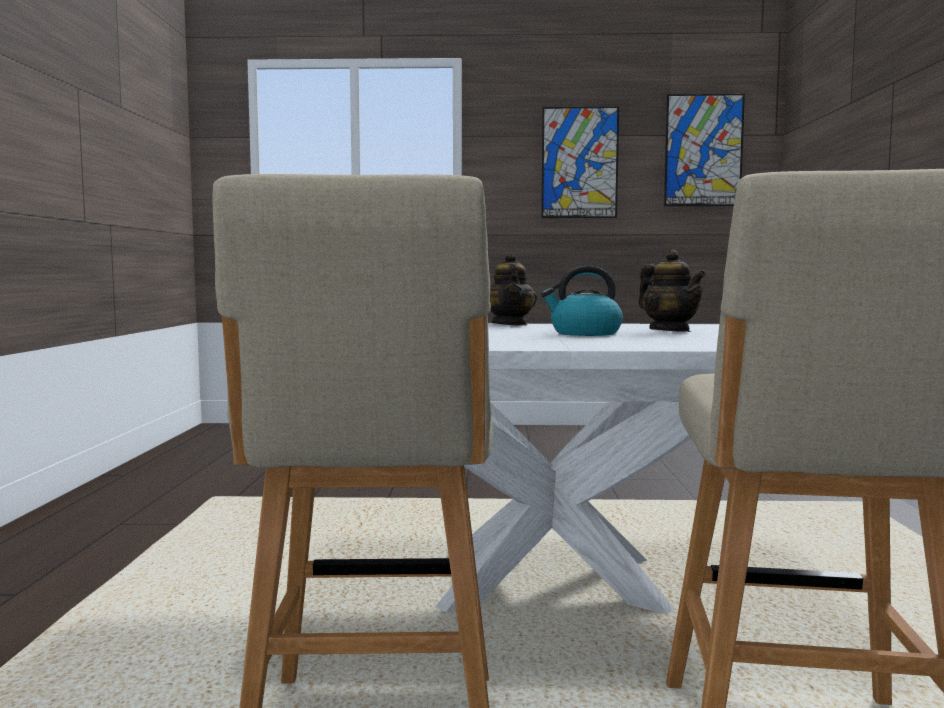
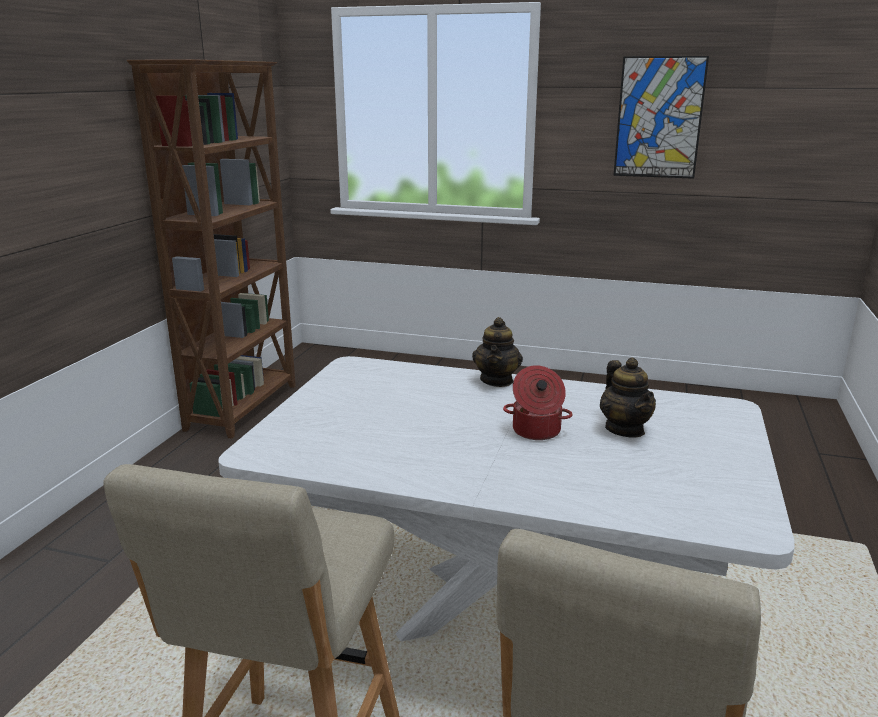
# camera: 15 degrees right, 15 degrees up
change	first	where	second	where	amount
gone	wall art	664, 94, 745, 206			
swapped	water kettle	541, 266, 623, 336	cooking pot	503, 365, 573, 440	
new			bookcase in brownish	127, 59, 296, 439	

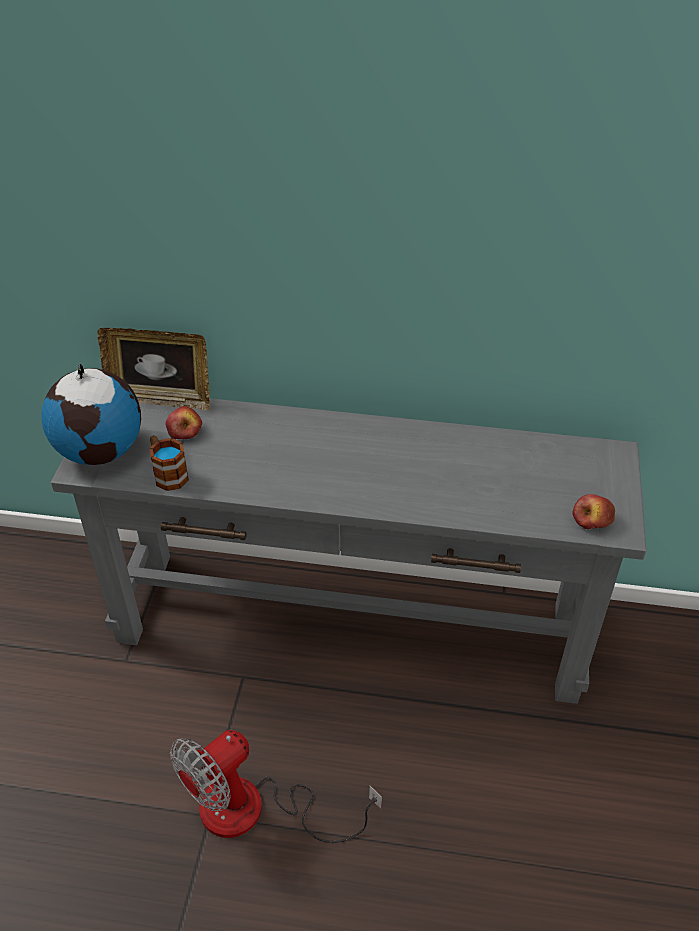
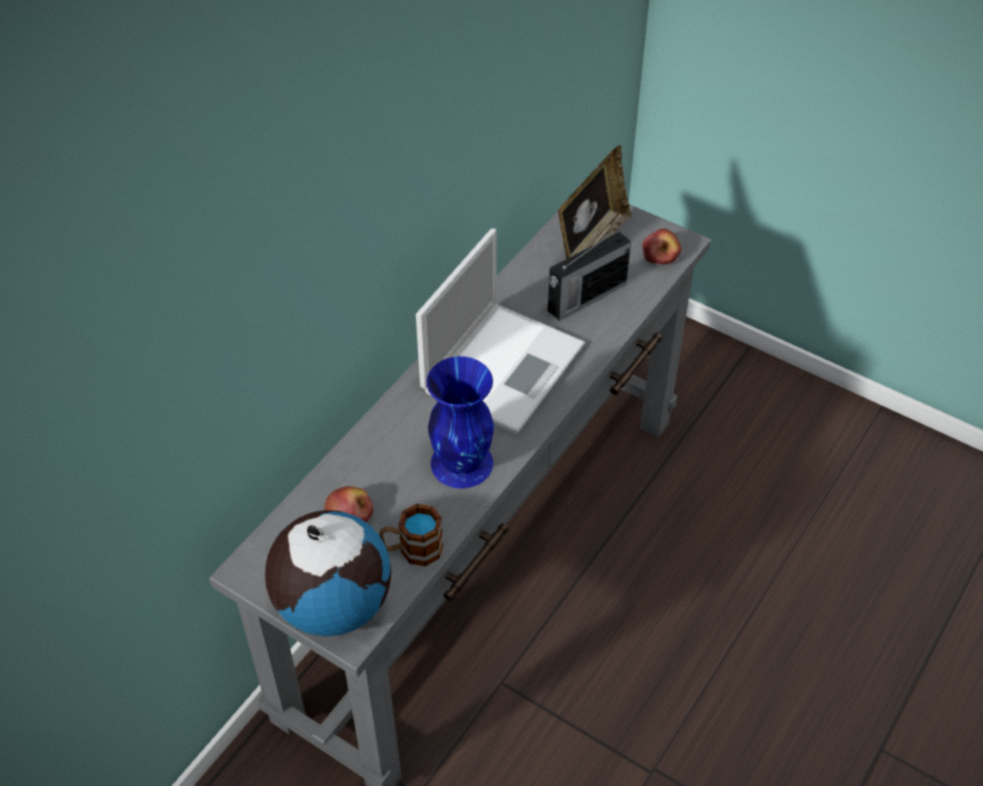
# camera: 65 degrees left, 5 degrees up
change	first	where	second	where	amount
shifted	photo frame	97, 328, 210, 411		558, 145, 632, 259	
gone	fan	170, 730, 382, 843			
new			portable computer	416, 228, 585, 435	
new			radio set	548, 229, 631, 321	
new			flower vase in blue	426, 356, 494, 489	

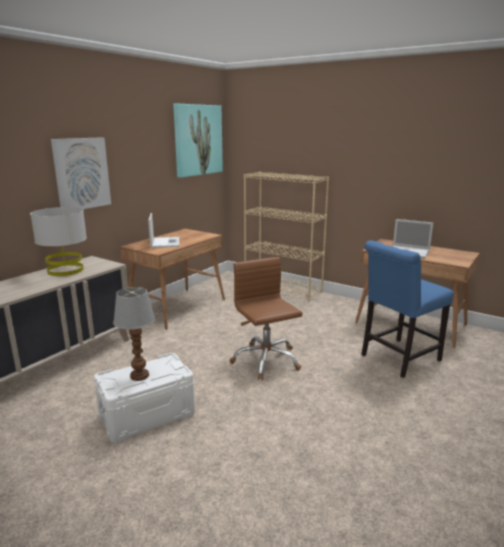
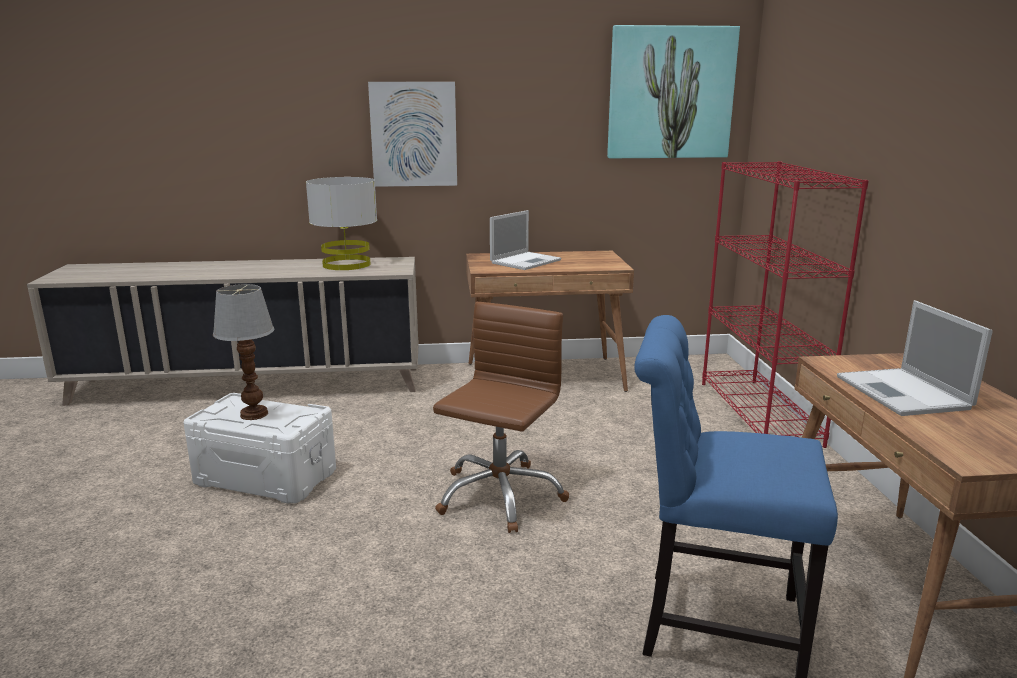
# camera: 50 degrees right, 0 degrees up
change	first	where	second	where	amount
repainted	bookcase in beige-coloured	244, 172, 329, 302	bookcase in red	702, 161, 869, 448	

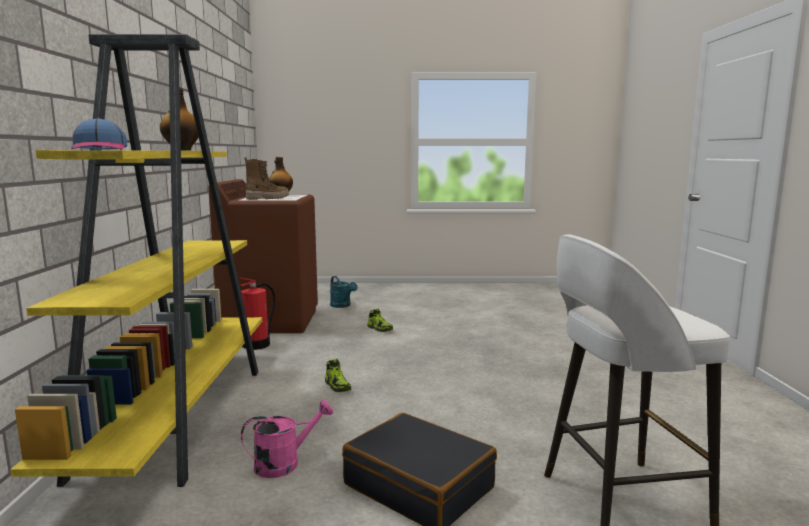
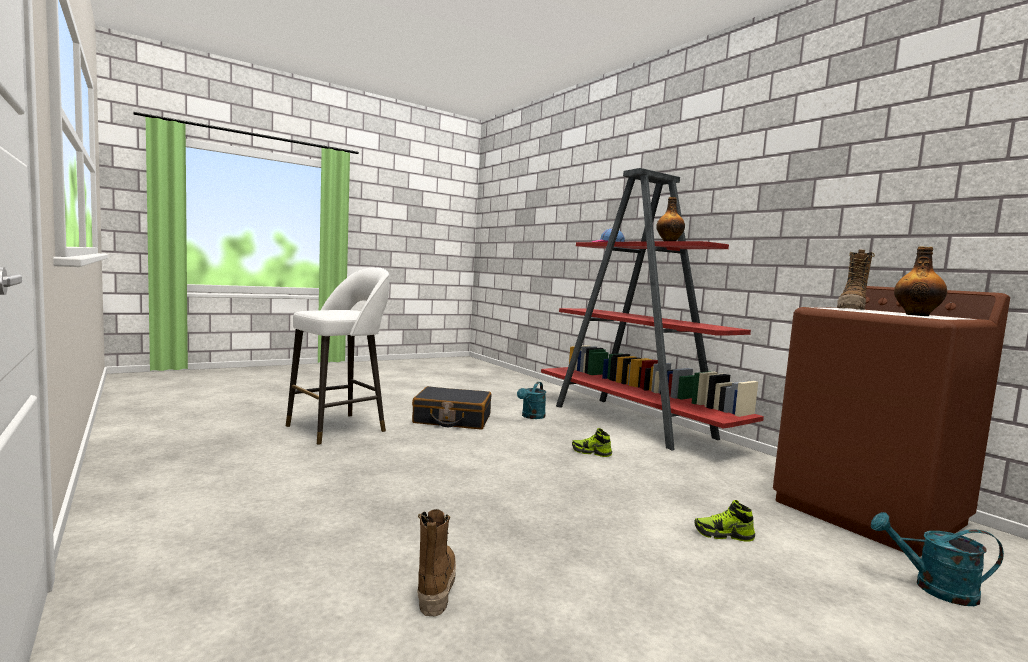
# camera: 145 degrees right, 5 degrees down
change	first	where	second	where	amount
repainted	bookcase in yellow-coloured	10, 34, 262, 487	bookcase in red	541, 168, 764, 451	
gone	extinguisher	240, 278, 275, 350			
repainted	sprinkling can in pink	241, 400, 333, 478	sprinkling can in turquoise	517, 382, 546, 419	
new			tall boot	417, 509, 456, 616	

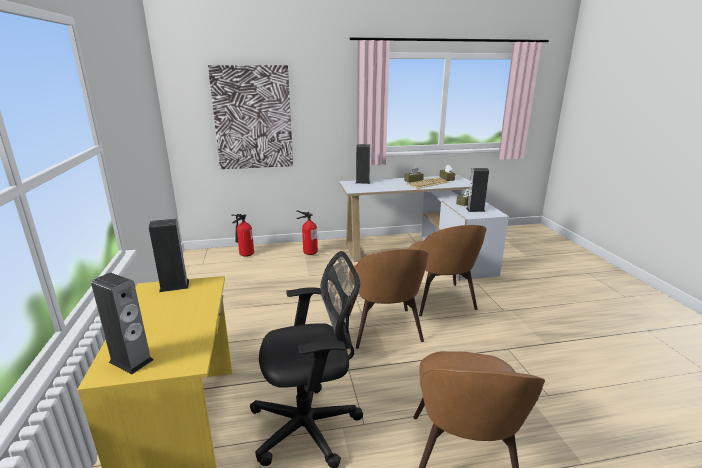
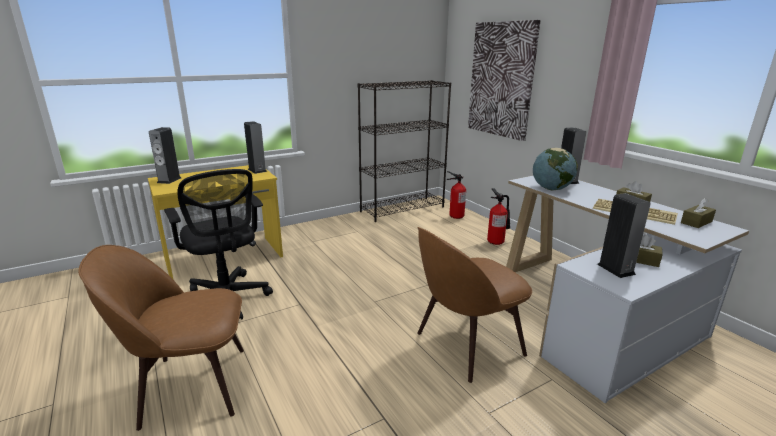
# camera: 70 degrees right, 0 degrees up
change	first	where	second	where	amount
gone	plain chair in brownish	349, 249, 428, 349			
new			bookcase in black	358, 80, 451, 222	
new			world globe	533, 148, 578, 190	

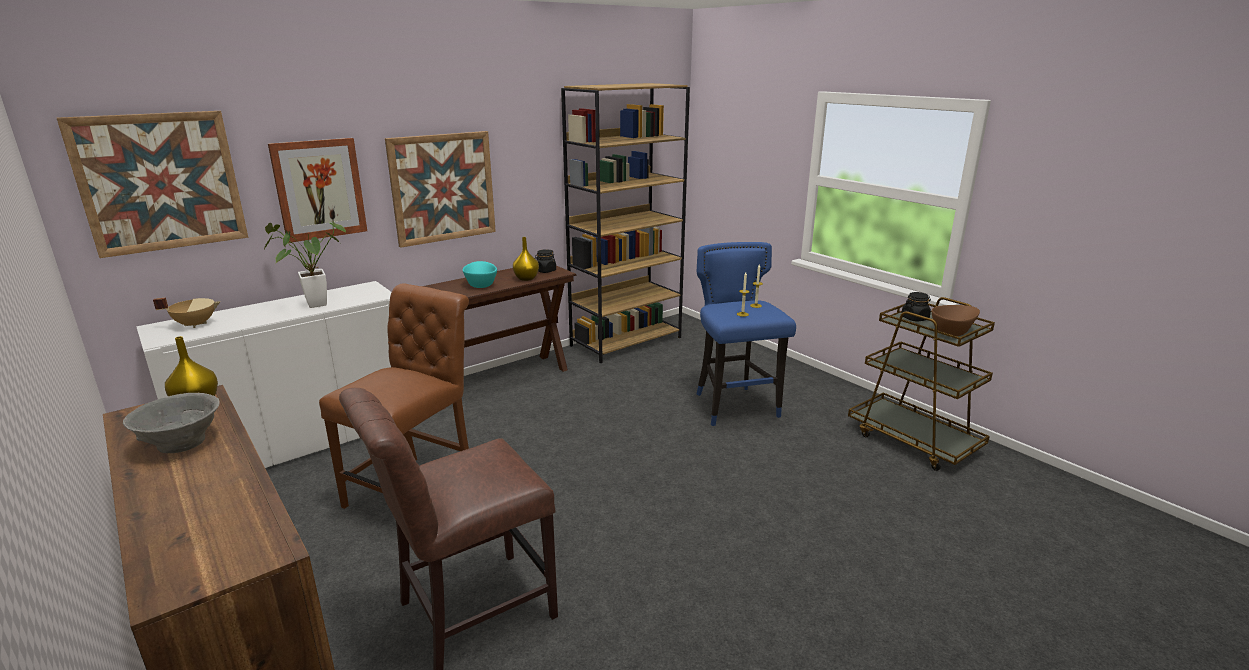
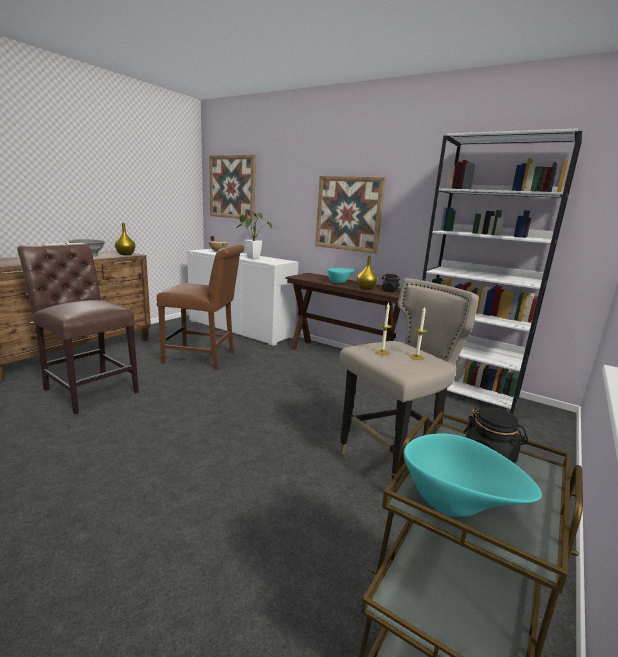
# camera: 70 degrees right, 5 degrees down
change	first	where	second	where	amount
repainted	bookcase in brownish	561, 83, 690, 363	bookcase in whitish	422, 128, 582, 414	
gone	wall art	268, 138, 367, 243			
repainted	stool in blue	696, 242, 796, 426	stool in beige-coloured	339, 278, 479, 490	
repainted	serving bowl in brownish	932, 305, 980, 336	serving bowl in turquoise	404, 433, 542, 517	

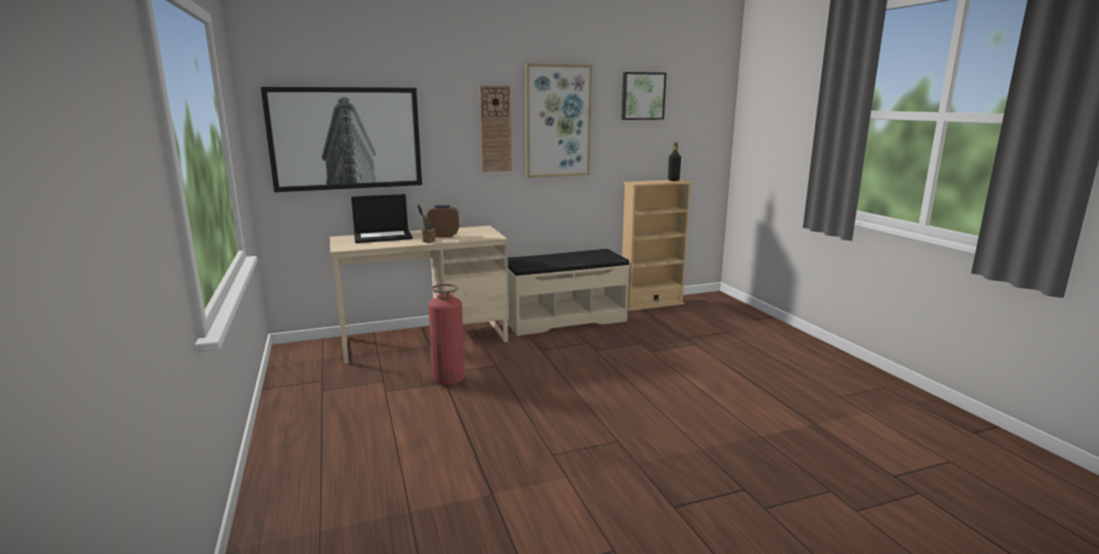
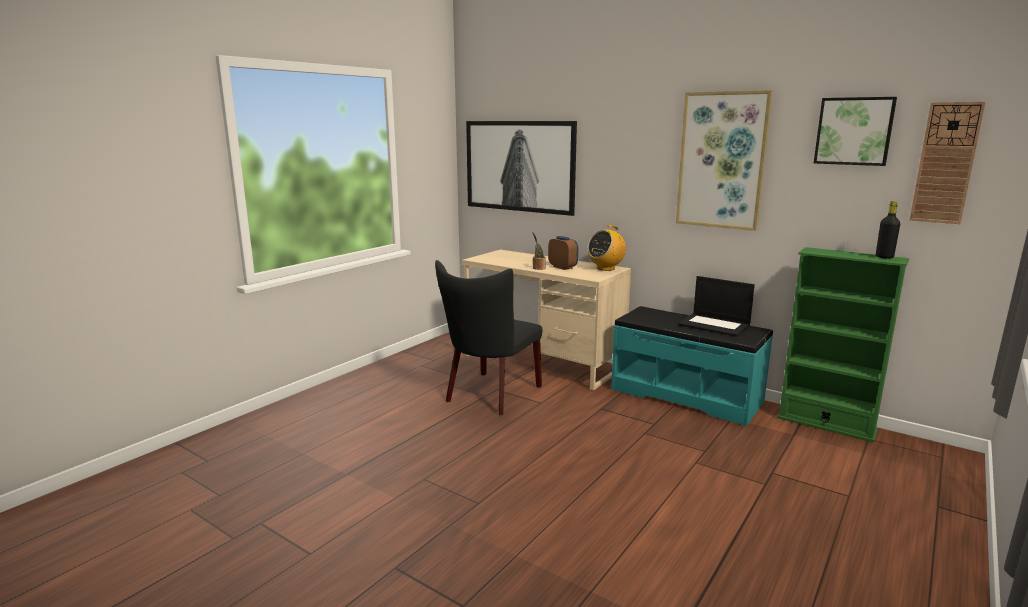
# camera: 55 degrees right, 0 degrees up
change	first	where	second	where	amount
shifted	wall clock	479, 86, 512, 172		910, 102, 986, 224	
repainted	bookcase in beige-coloured	622, 179, 692, 311	bookcase in greenish	777, 247, 909, 443	
shifted	portable computer	351, 194, 413, 243		678, 276, 755, 337	
repainted	indoor bench in beige-coloured	508, 249, 630, 336	indoor bench in turquoise	611, 306, 773, 426	
swapped	extinguisher	428, 284, 464, 386	plain chair in black	435, 260, 542, 415	
new			radio set	588, 225, 626, 271	

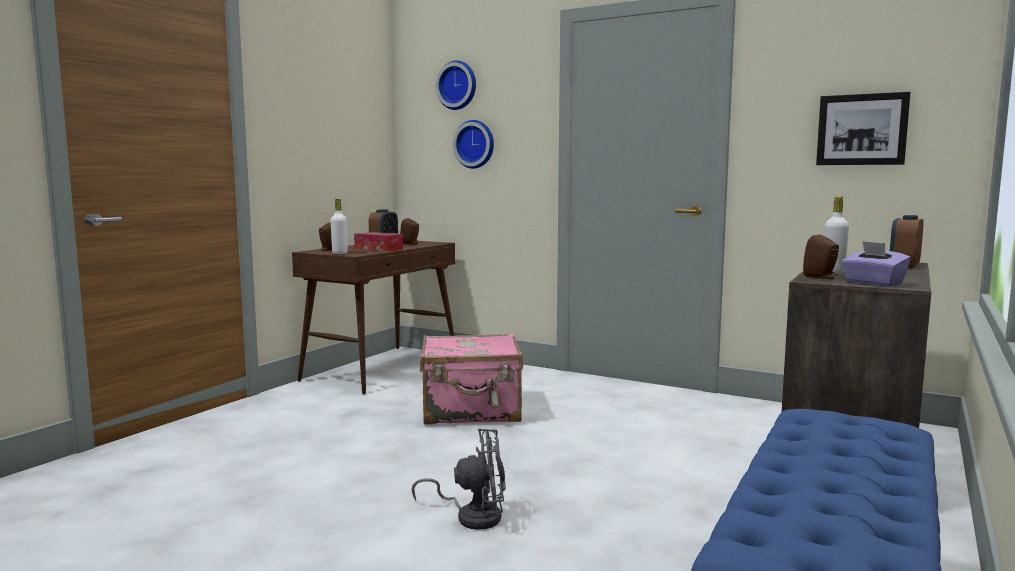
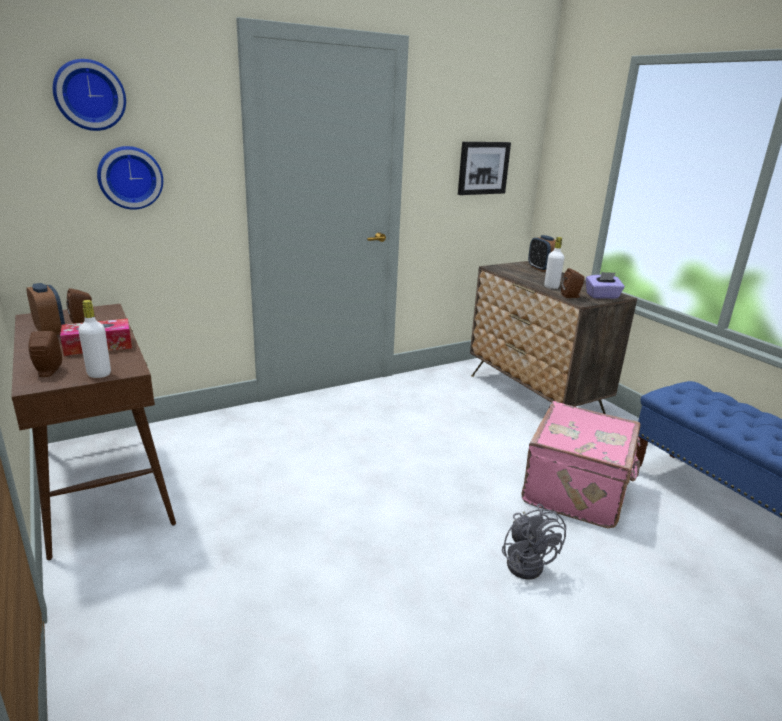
# camera: 60 degrees left, 15 degrees up
change	first	where	second	where	amount
shifted	travel case in pink	420, 333, 523, 425		522, 401, 641, 528	
rotated	fan in grey	412, 428, 506, 530		502, 504, 566, 580	135 degrees clockwise

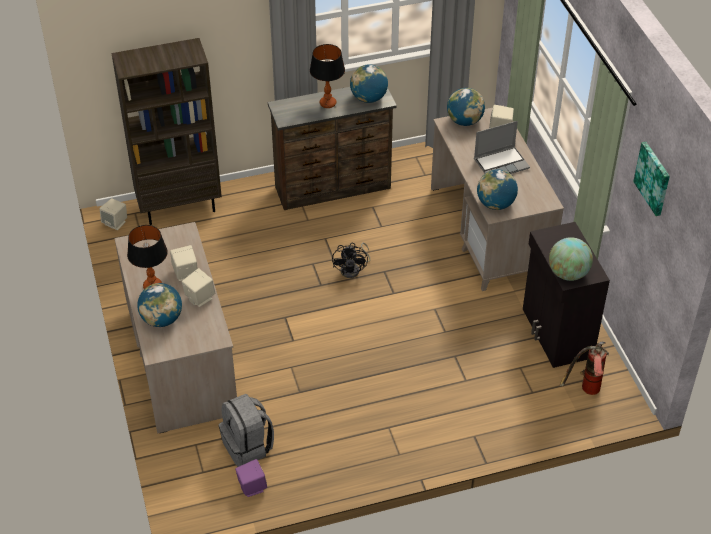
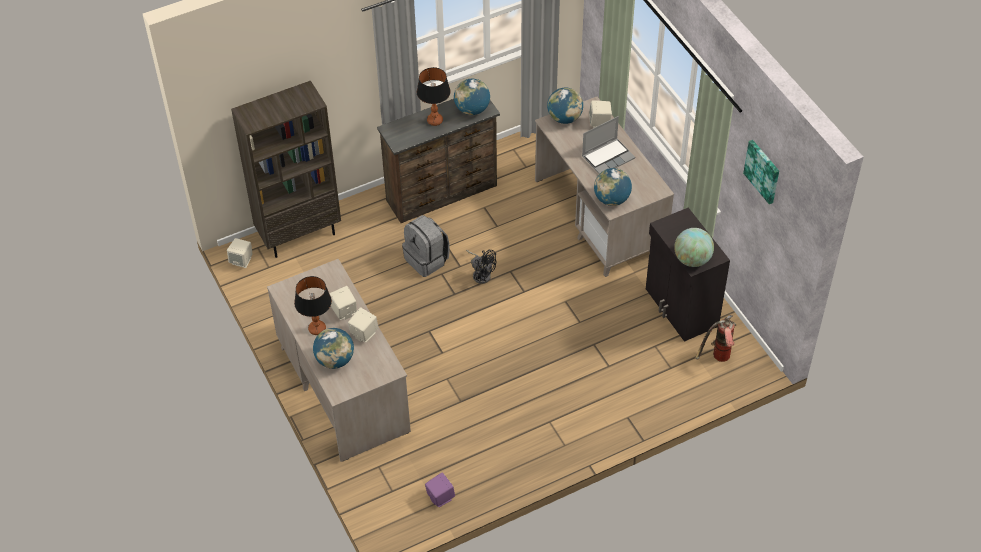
# camera: 10 degrees left, 5 degrees up
change	first	where	second	where	amount
rotated	fan in black	332, 243, 370, 278		466, 250, 496, 284	45 degrees counterclockwise
shifted	knapsack in grey	219, 394, 274, 467		402, 215, 450, 277	

